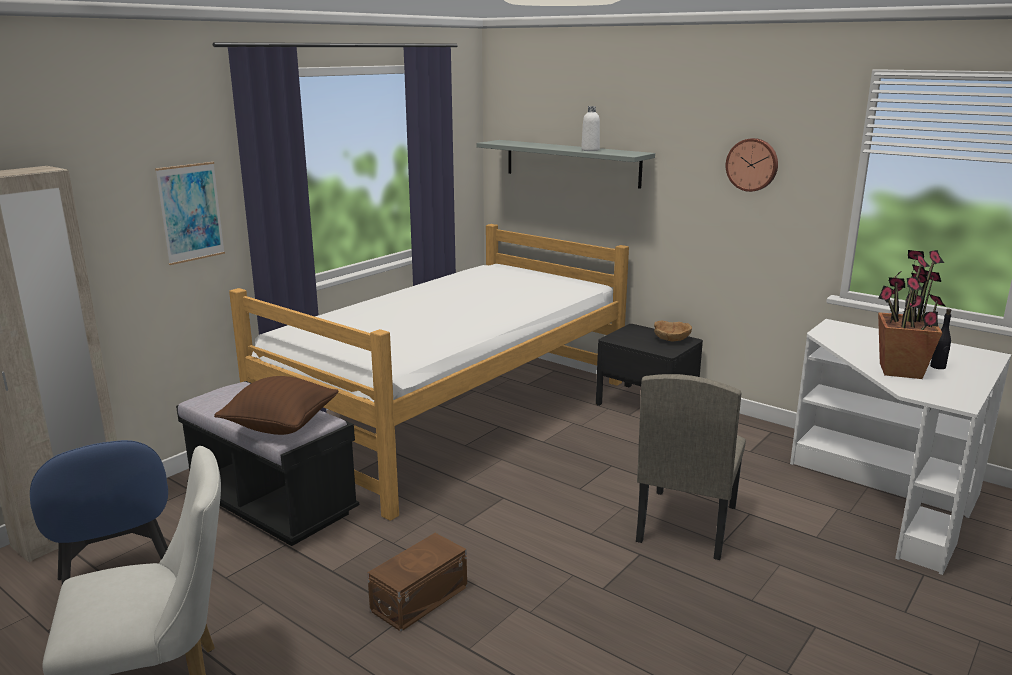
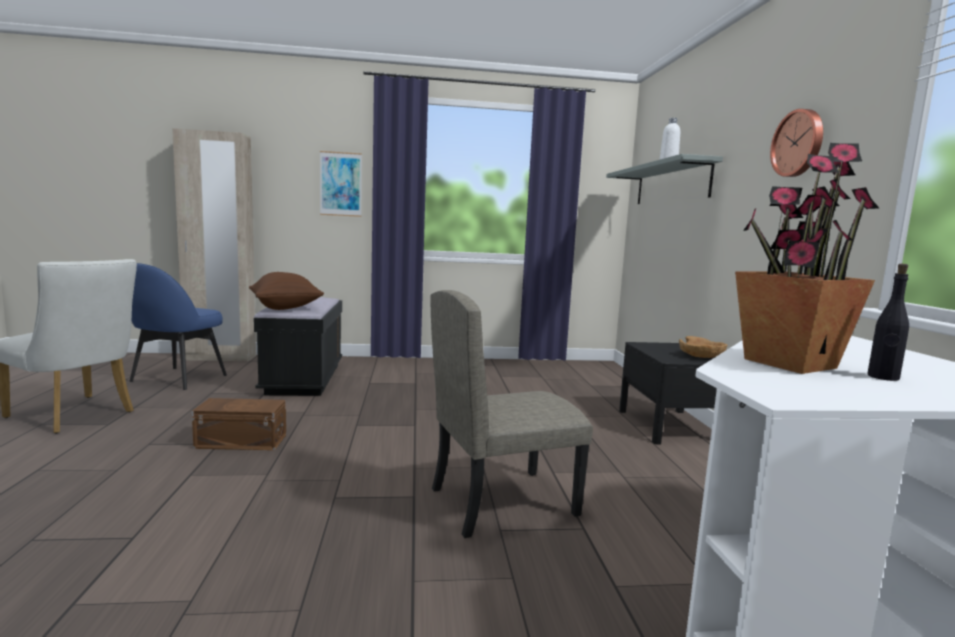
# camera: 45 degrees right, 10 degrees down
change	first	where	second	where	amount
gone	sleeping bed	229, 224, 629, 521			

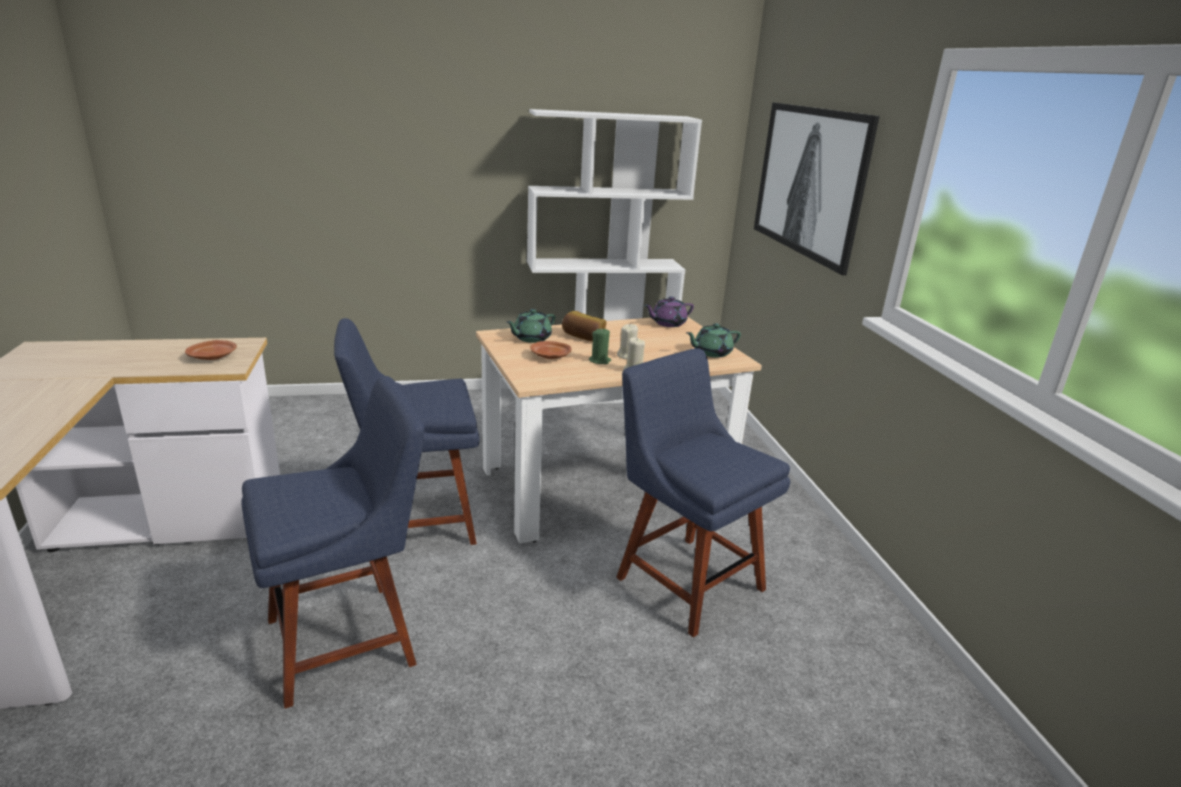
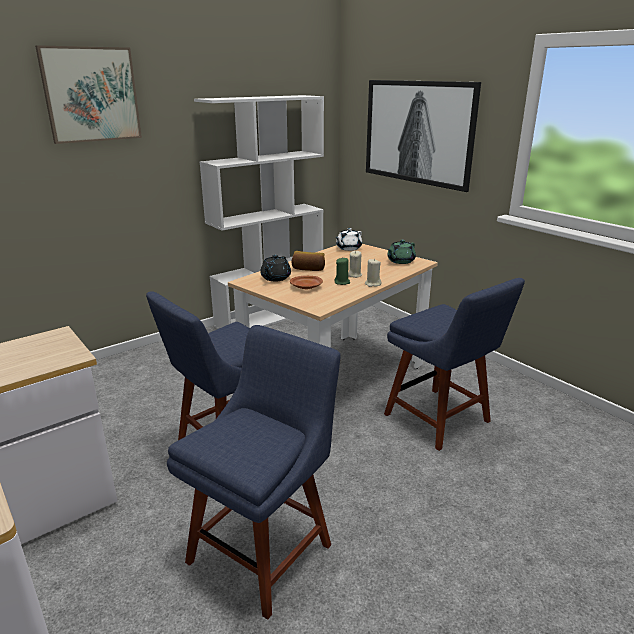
# camera: 25 degrees left, 0 degrees up
change	first	where	second	where	amount
repainted	pot for tea in purple	645, 297, 694, 327	pot for tea in whitish	335, 228, 362, 251	
repainted	pot for tea in greenish	507, 309, 555, 343	pot for tea in black	260, 255, 291, 281	
gone	plate in brownish	185, 340, 237, 360			
rotated	plain chair in blue	616, 348, 790, 637		384, 278, 525, 451	150 degrees counterclockwise
new			wall art	35, 45, 142, 144	

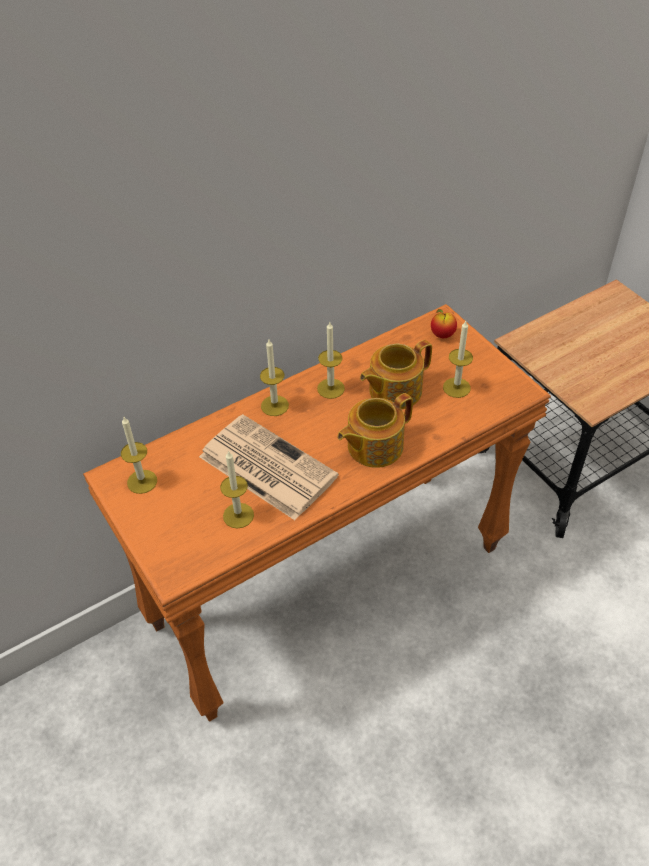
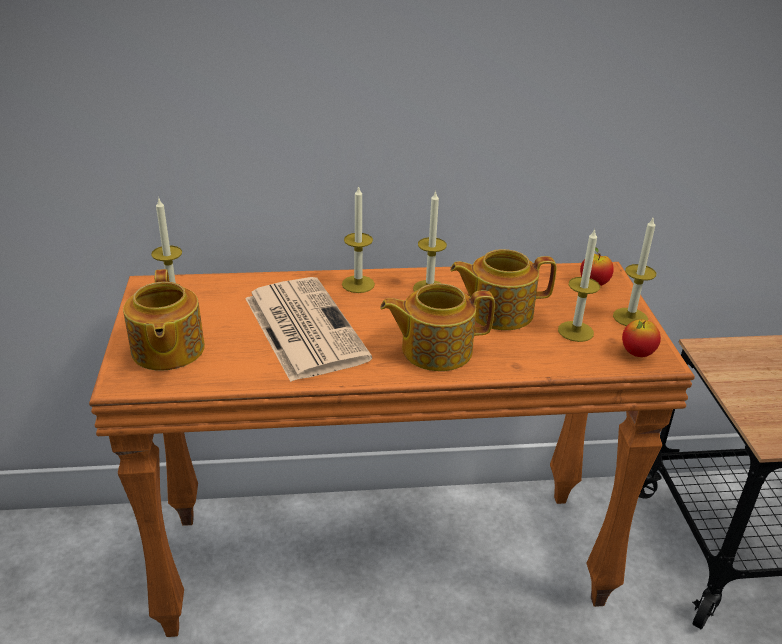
# camera: 25 degrees right, 15 degrees down
change	first	where	second	where	amount
shifted	candle	220, 451, 254, 529		613, 218, 656, 326	
new			pot for tea	123, 269, 205, 371	
new			apple fruit	622, 319, 661, 357	

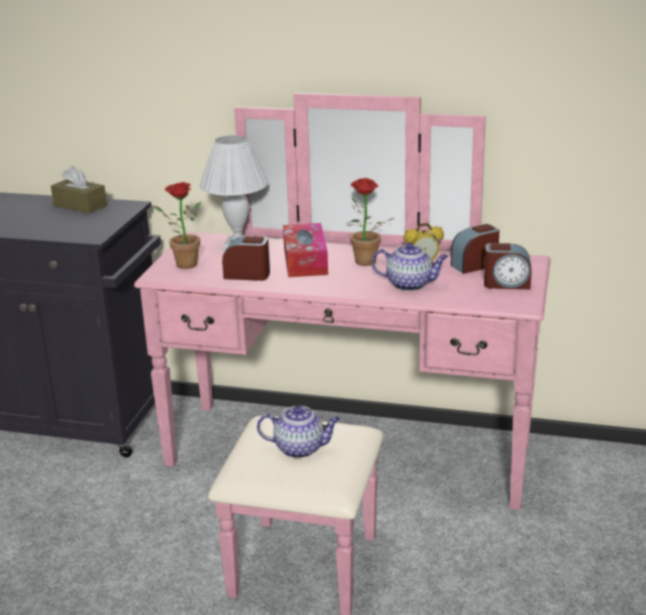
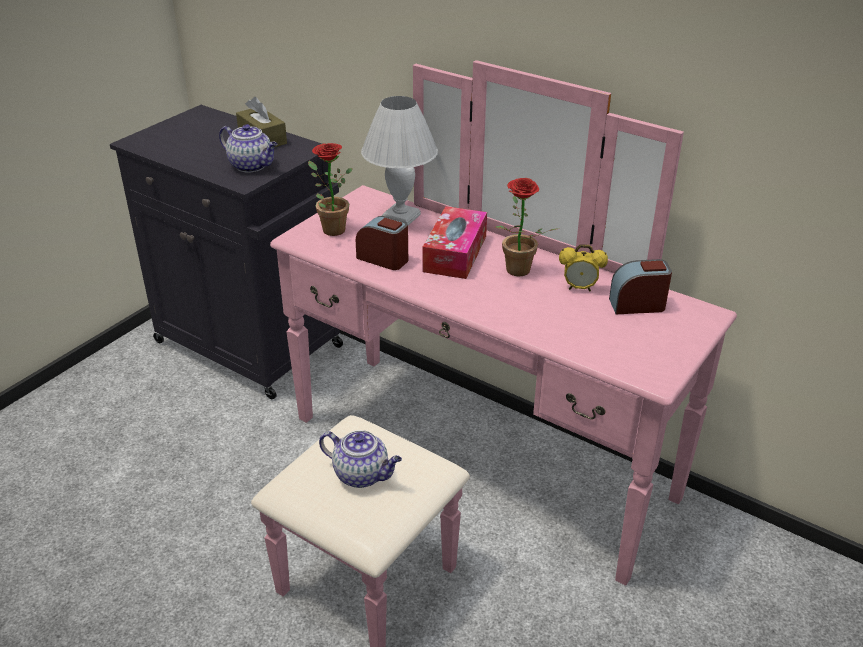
# camera: 20 degrees right, 10 degrees up
change	first	where	second	where	amount
shifted	pot for tea	371, 243, 448, 291		219, 124, 278, 173	
gone	alarm clock	484, 243, 532, 289			

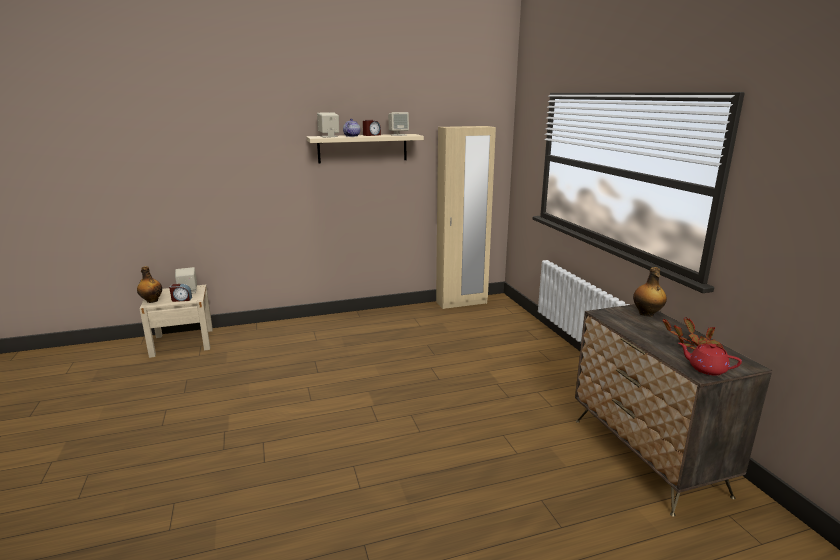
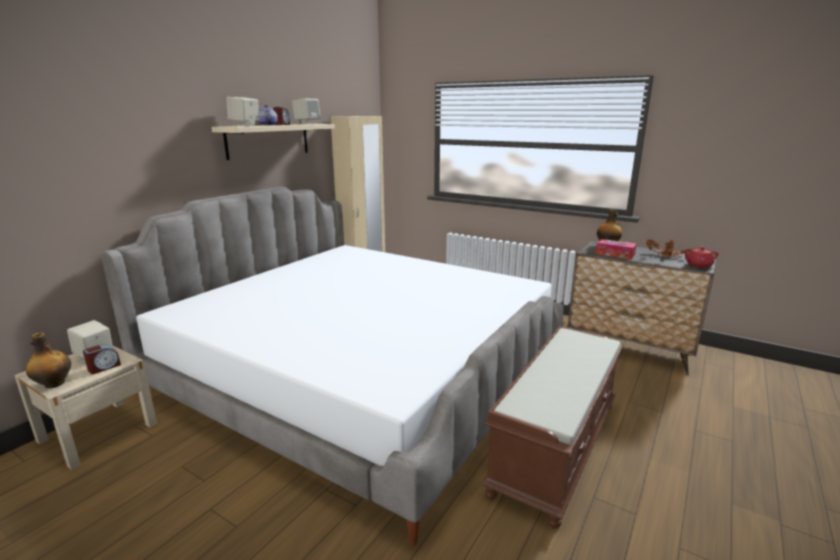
# camera: 40 degrees left, 0 degrees up
change	first	where	second	where	amount
new			sleeping bed	101, 186, 564, 546	
new			tissue holder	595, 239, 637, 259	
new			indoor bench in brownish	481, 326, 623, 529	

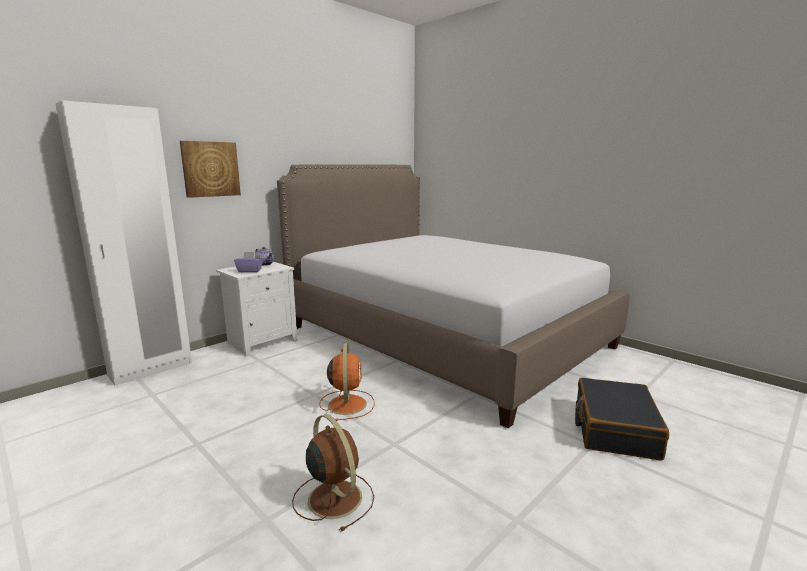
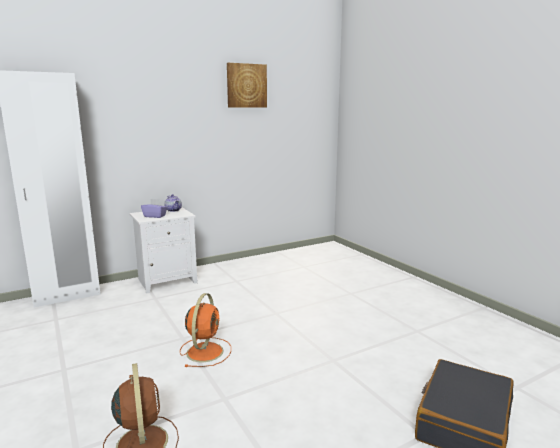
# camera: 15 degrees right, 0 degrees up
change	first	where	second	where	amount
shifted	wall art	180, 141, 241, 198		227, 63, 267, 108	
gone	sleeping bed	277, 164, 630, 428			

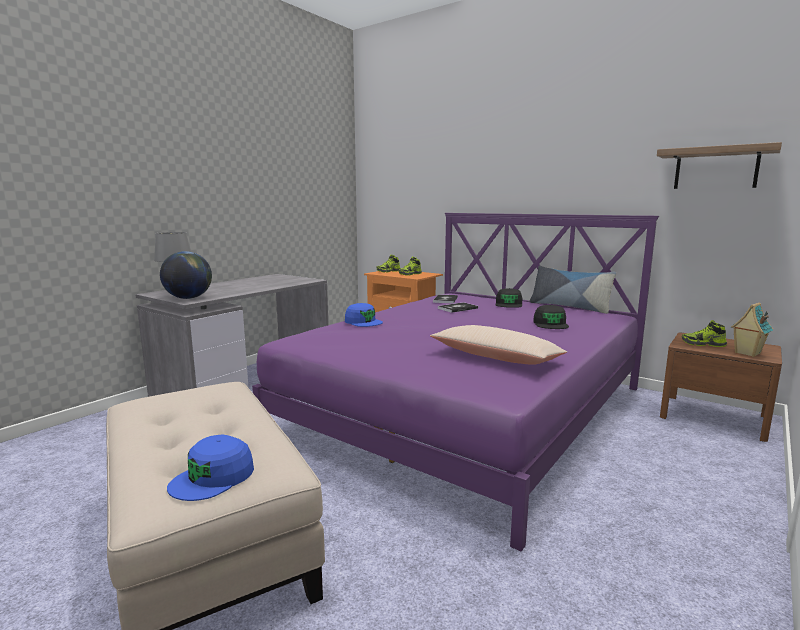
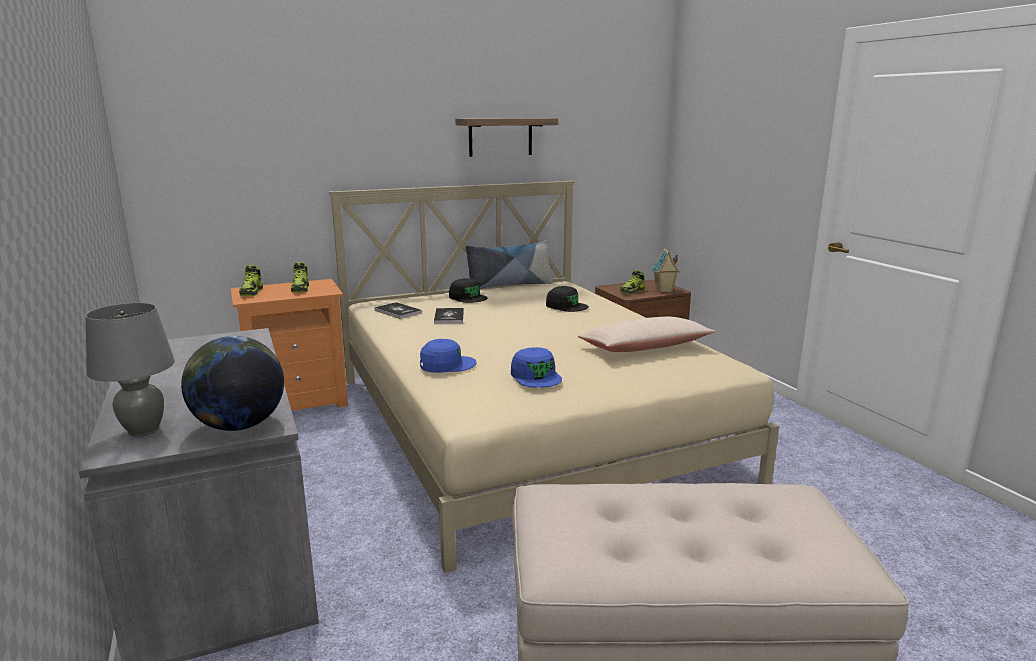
# camera: 60 degrees left, 5 degrees up
change	first	where	second	where	amount
shifted	bracket shelf	657, 142, 782, 189		455, 118, 558, 157	
repainted	sleeping bed in purple	252, 213, 659, 552	sleeping bed in beige-coloured	329, 181, 779, 573	
shifted	baseball cap in blue	167, 435, 254, 501		511, 347, 562, 388	

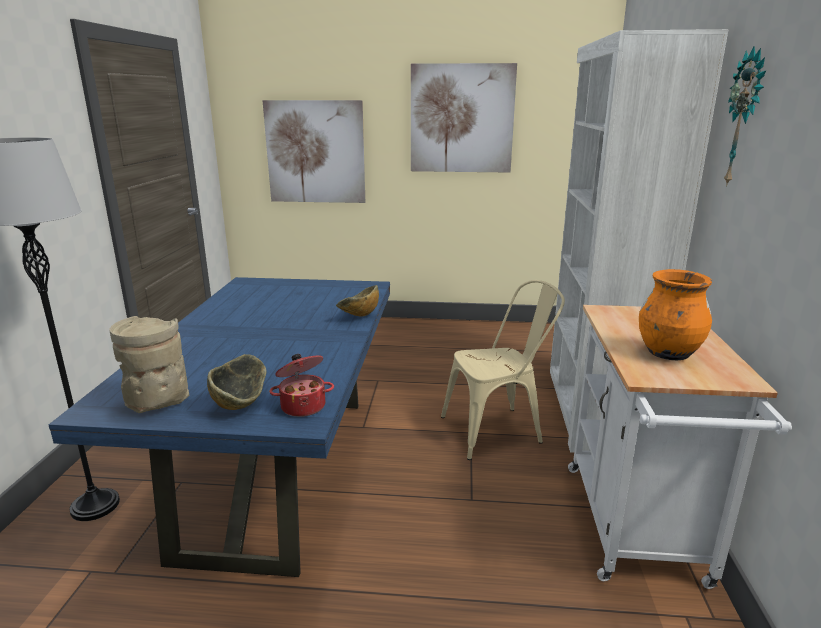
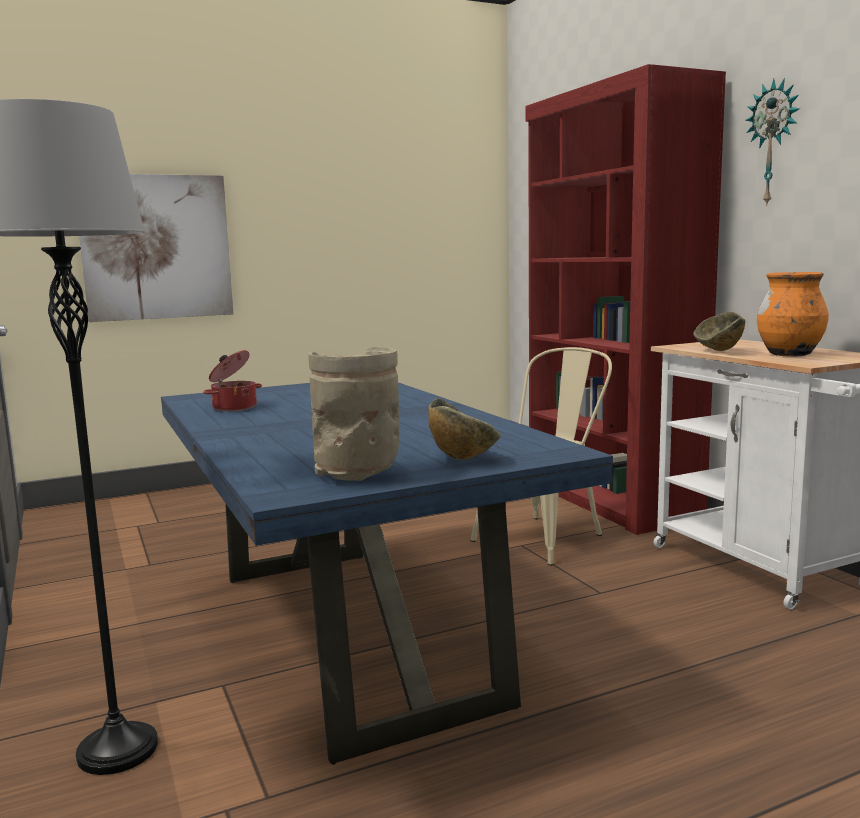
# camera: 30 degrees left, 10 degrees down
change	first	where	second	where	amount
repainted	bookcase in whitish	550, 29, 729, 453	bookcase in red	525, 64, 726, 535	
gone	wall art	411, 63, 517, 173			
shifted	serving bowl	336, 285, 379, 316		693, 311, 745, 351	
shifted	cooking pot	269, 354, 334, 417		203, 350, 262, 412	

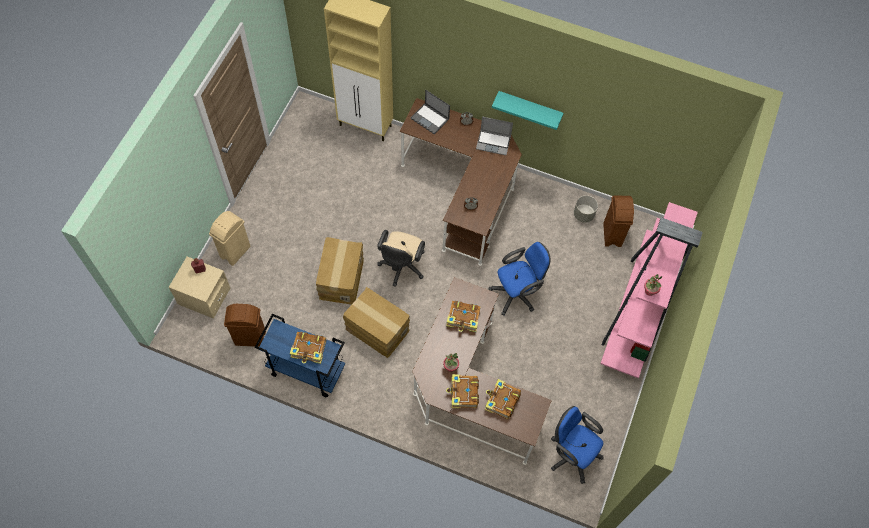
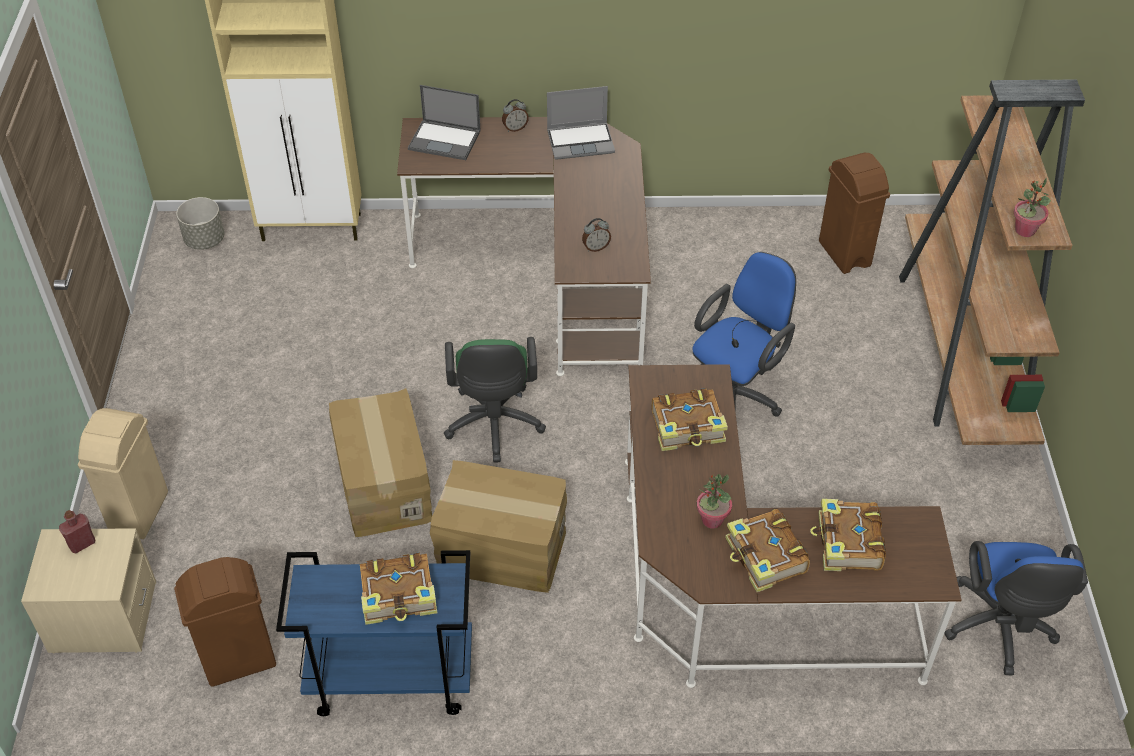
# camera: 20 degrees left, 15 degrees down
change	first	where	second	where	amount
gone	bracket shelf in turquoise	492, 91, 563, 130			
shifted	plant pot in grey	574, 195, 598, 223		176, 197, 225, 250	
repainted	bookcase in pink	600, 202, 703, 378	bookcase in brownish	899, 80, 1085, 445	
repainted	computer chair in beige-coloured	377, 230, 425, 287	computer chair in greenish	444, 337, 546, 463	
rotated	computer chair in blue	551, 406, 603, 484		944, 541, 1088, 675	105 degrees counterclockwise

